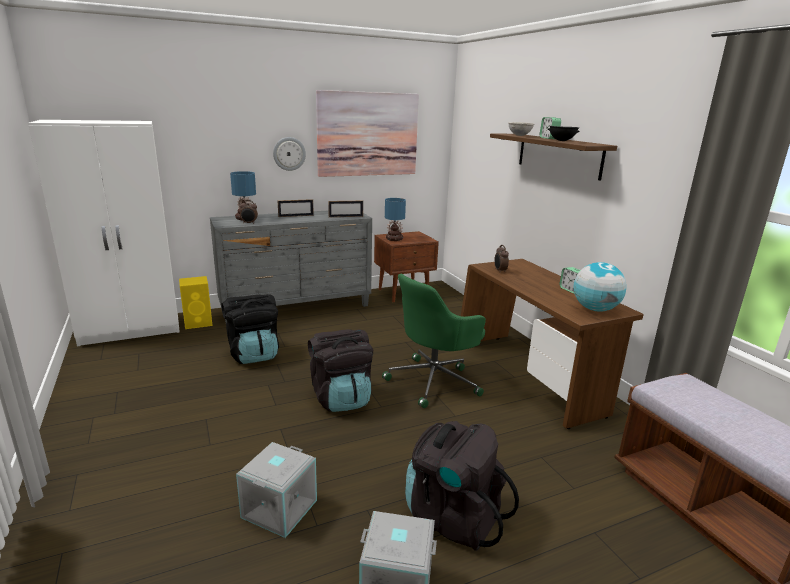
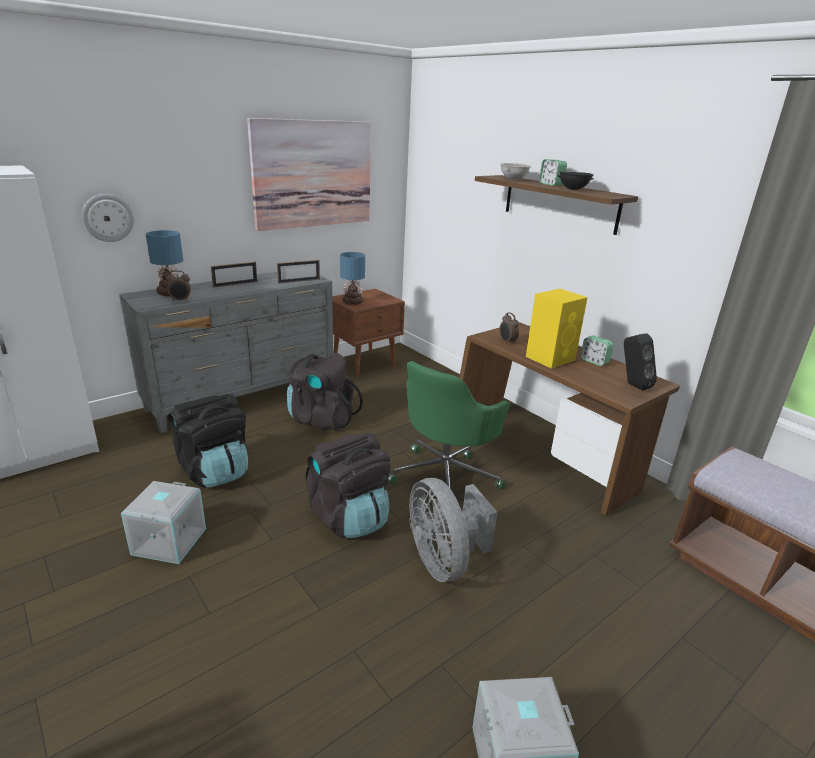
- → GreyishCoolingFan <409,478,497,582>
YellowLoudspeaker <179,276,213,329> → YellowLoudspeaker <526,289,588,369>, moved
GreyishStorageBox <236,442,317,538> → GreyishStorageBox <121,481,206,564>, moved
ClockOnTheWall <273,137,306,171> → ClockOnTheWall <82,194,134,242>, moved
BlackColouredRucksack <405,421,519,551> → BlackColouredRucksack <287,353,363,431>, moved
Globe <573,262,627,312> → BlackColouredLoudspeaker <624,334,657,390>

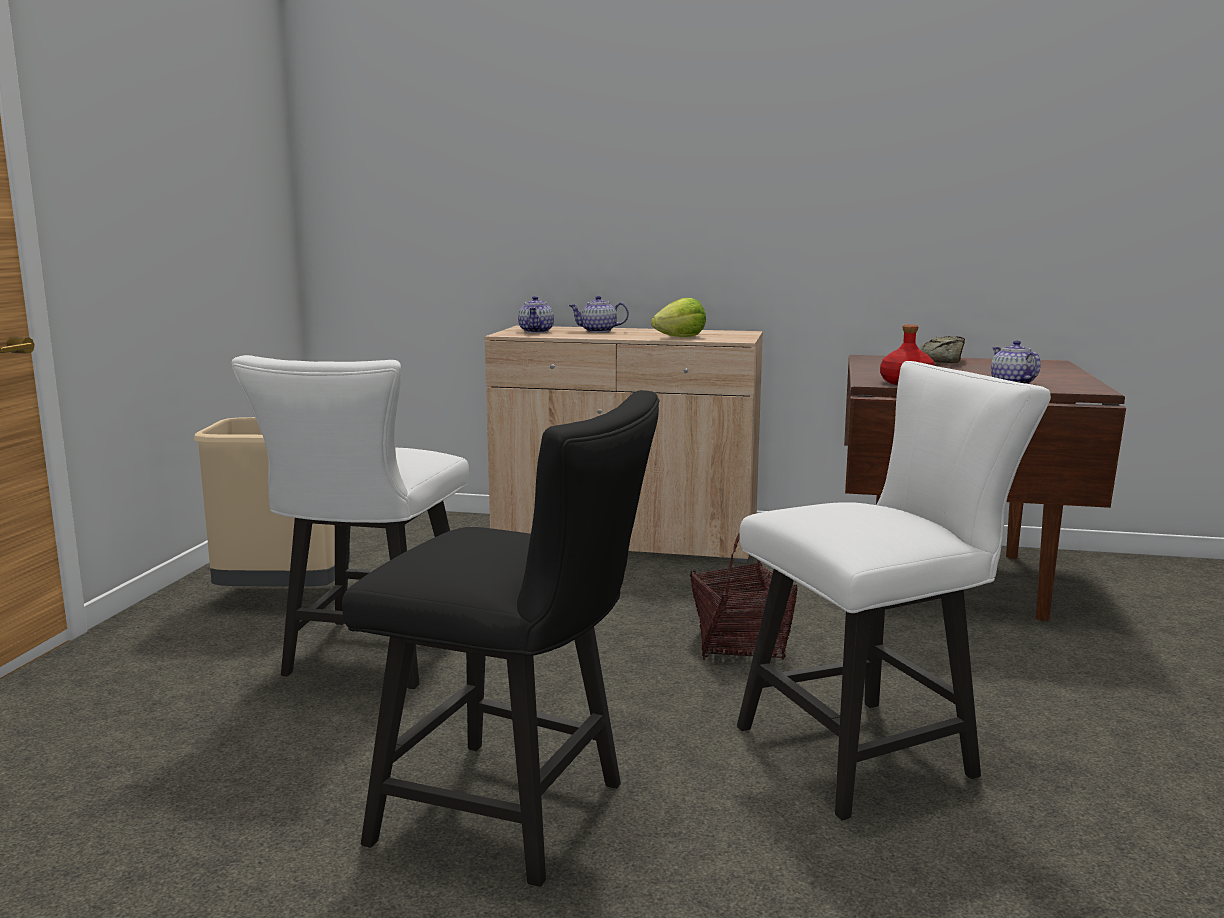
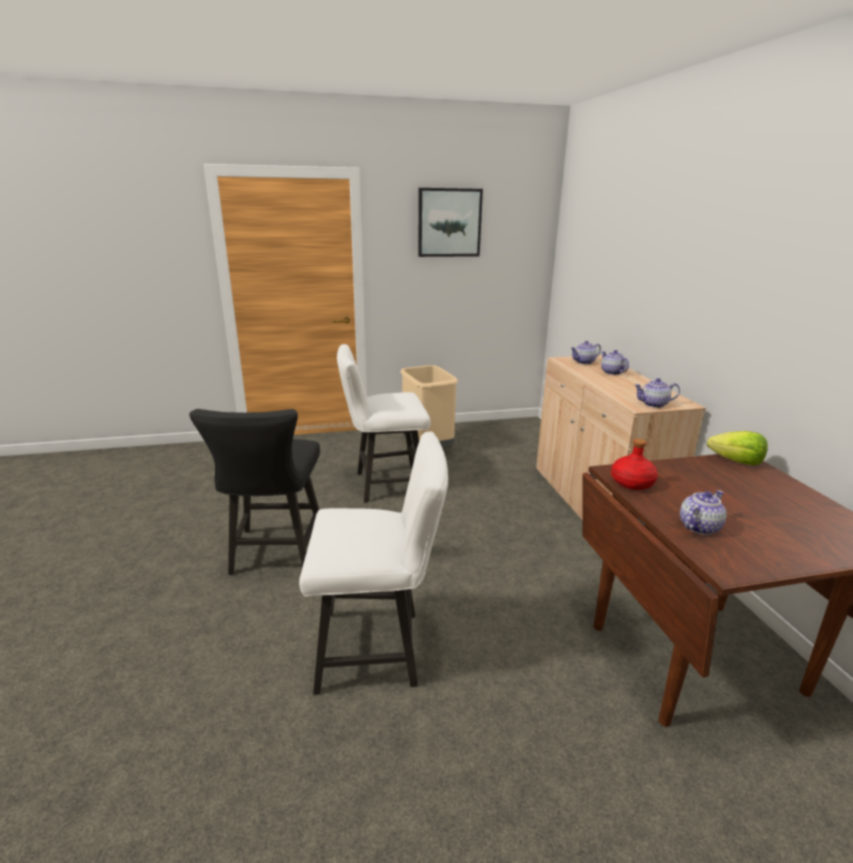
Basket <690,534,798,660> → -
BakeryBread <919,336,965,363> → -
- → WallPicture <418,188,483,257>
- → TeaPot <634,378,680,408>
HeadOfLettuce <651,298,706,337> → HeadOfLettuce <707,431,768,466>, moved
WhitePlainChair <737,361,1051,821> → WhitePlainChair <299,432,448,695>, 45 degrees counterclockwise

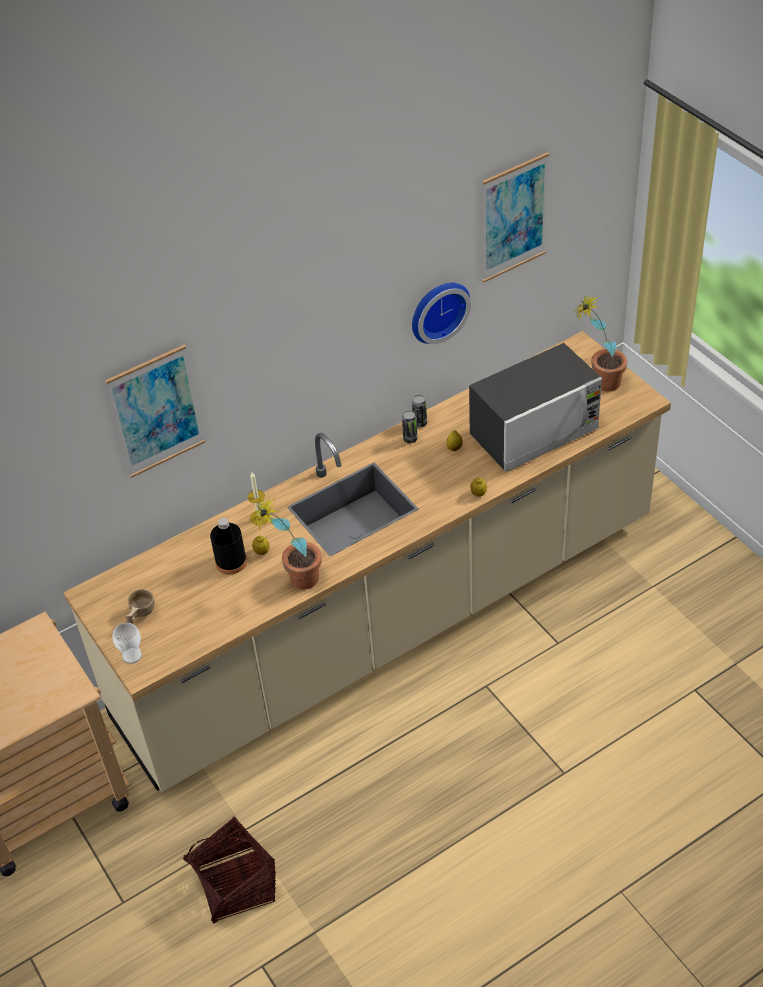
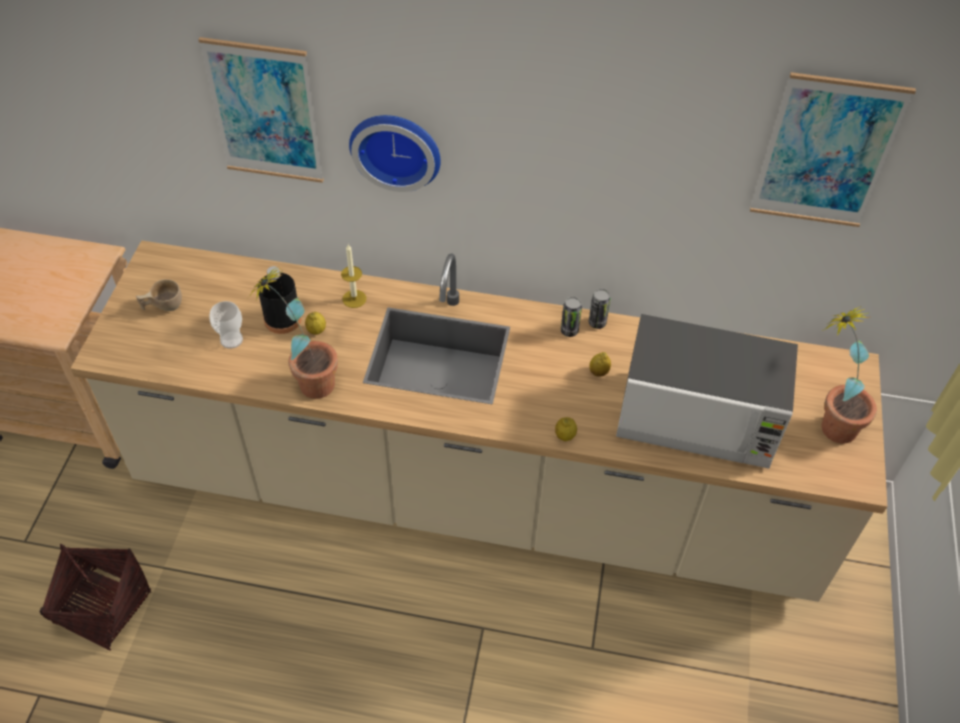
Cup <112,623,142,664> → Cup <209,301,243,349>, moved
ClockOnTheWall <412,283,471,344> → ClockOnTheWall <349,115,441,192>, moved

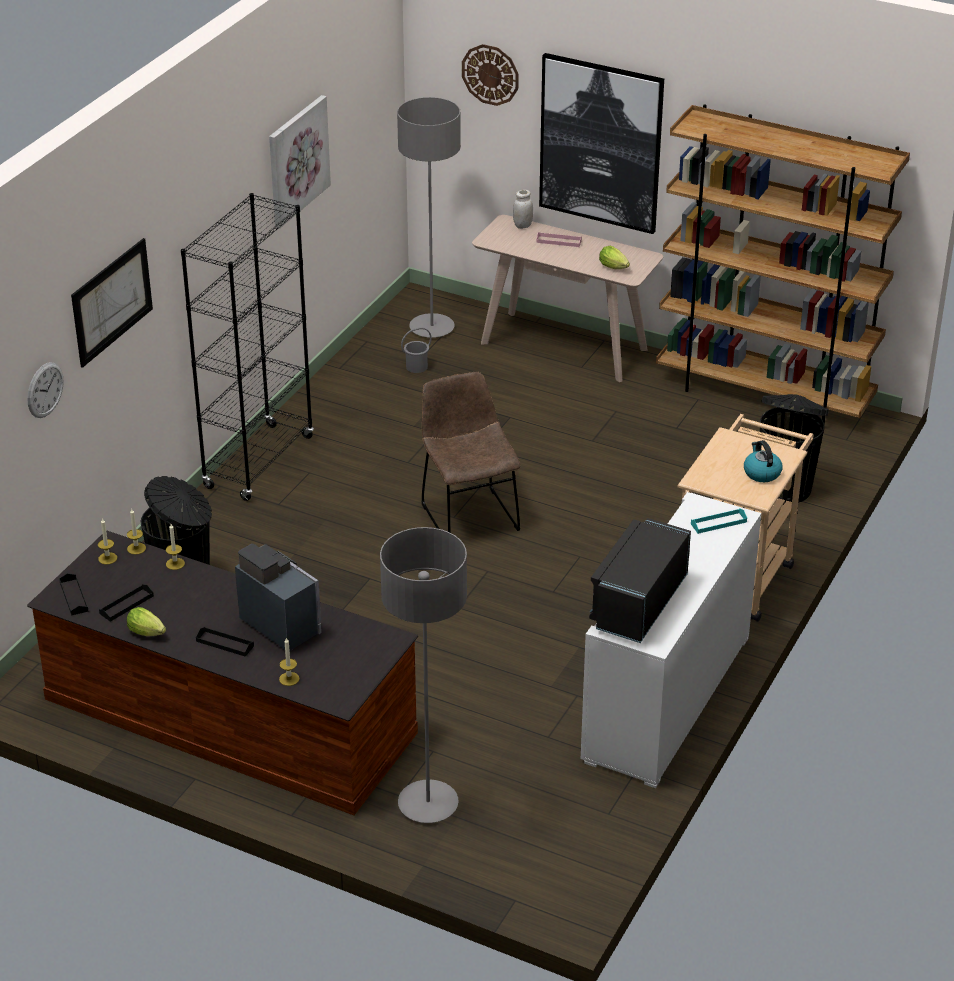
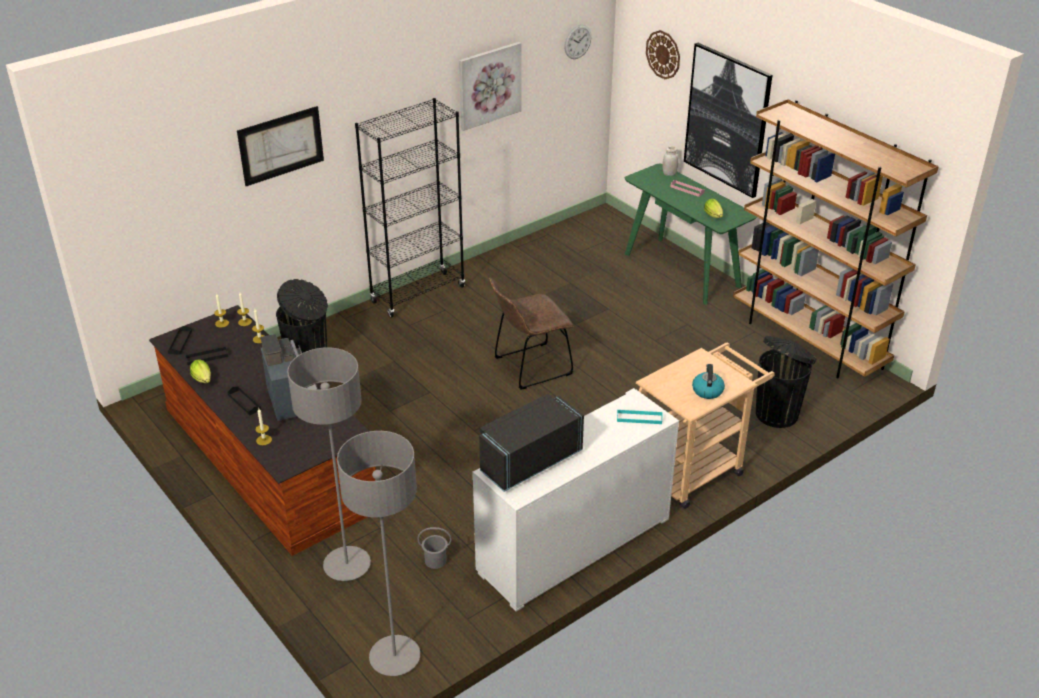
ClockOnTheWall <27,362,64,418> → ClockOnTheWall <564,25,591,59>, moved
GreyishStandingLamp <397,97,461,338> → GreyishStandingLamp <337,431,420,676>, moved
GreyishPail <401,327,432,373> → GreyishPail <417,527,451,569>, moved
BeigeColouredConsoleTable <472,215,663,382> → GreenColouredConsoleTable <624,164,757,305>
BrownishPlainChair <421,372,521,533> → BrownishPlainChair <489,278,573,390>, 120 degrees counterclockwise

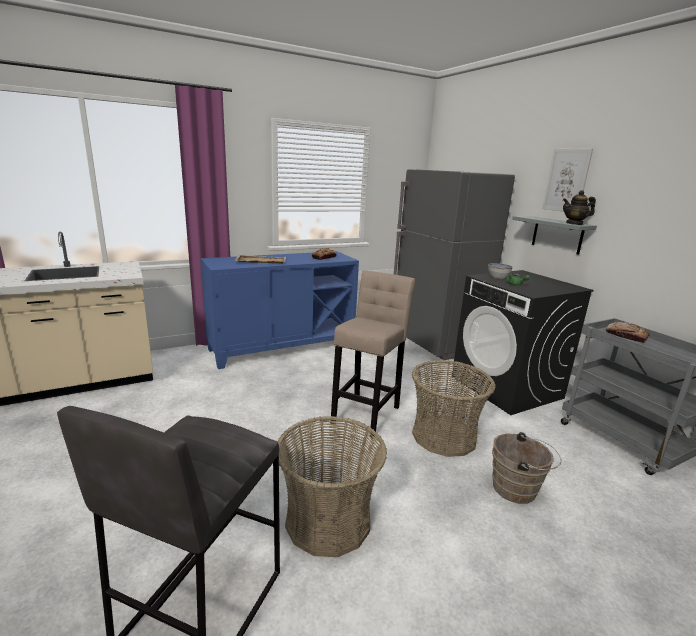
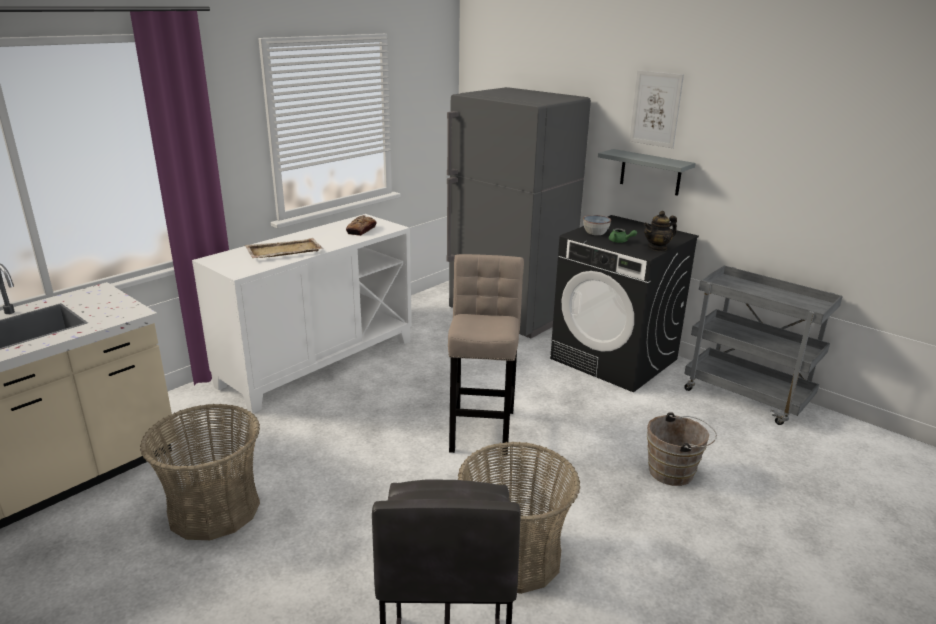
BakeryBread <606,322,650,343> → -
Basket <412,360,496,457> → Basket <140,404,260,540>, moved
TeaPot <563,190,596,225> → TeaPot <644,211,677,251>, moved
BlueCupboard <201,251,359,369> → WhiteCupboard <192,214,412,413>

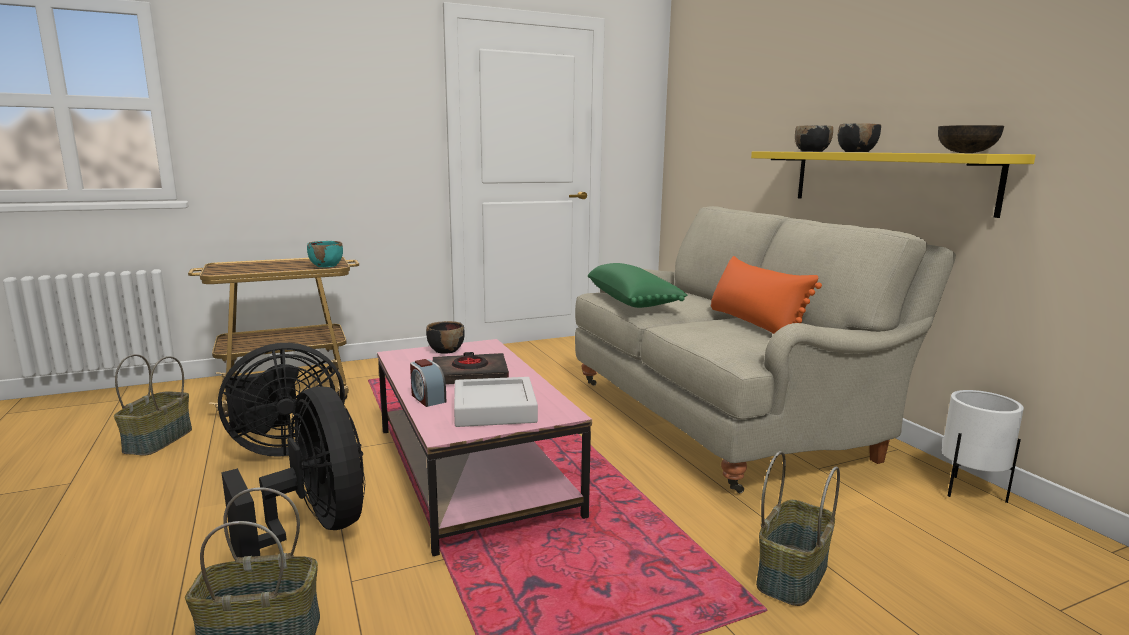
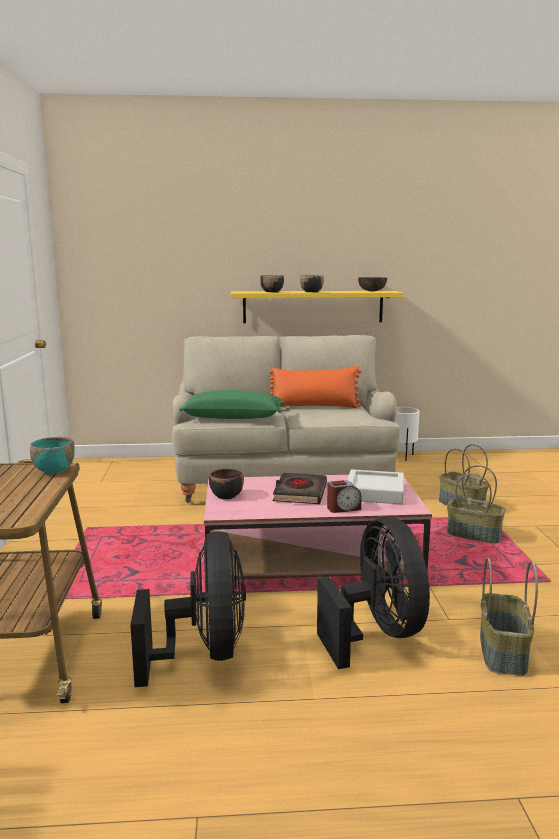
Basket <114,354,192,456> → Basket <447,465,506,544>, moved
BlackColouredCoolingFan <221,386,365,557> → BlackColouredCoolingFan <317,517,430,669>, 90 degrees clockwise

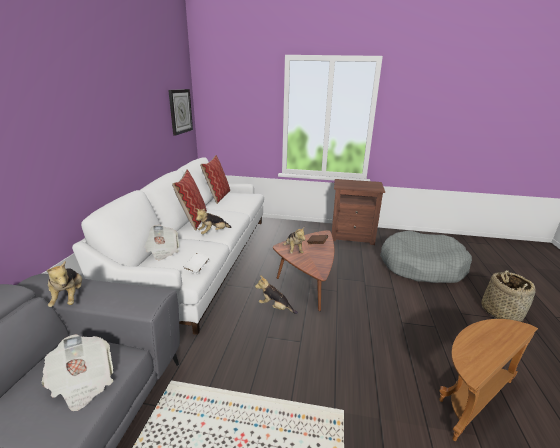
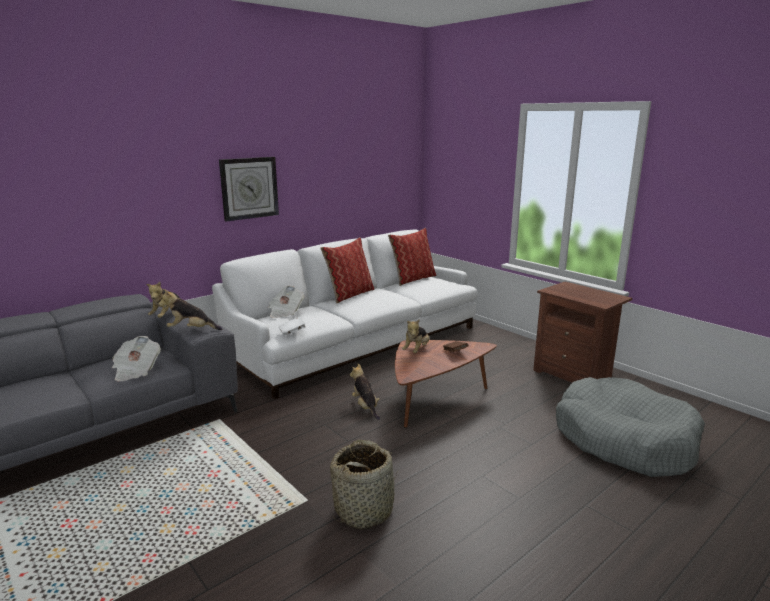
BrownishSideTable <439,319,538,441> → -
ClockOnTheWall <168,89,193,136> → ClockOnTheWall <219,157,279,222>, moved
SoftToy <195,208,231,234> → SoftToy <158,289,222,330>, moved
Basket <481,270,536,322> → Basket <330,440,399,529>, moved

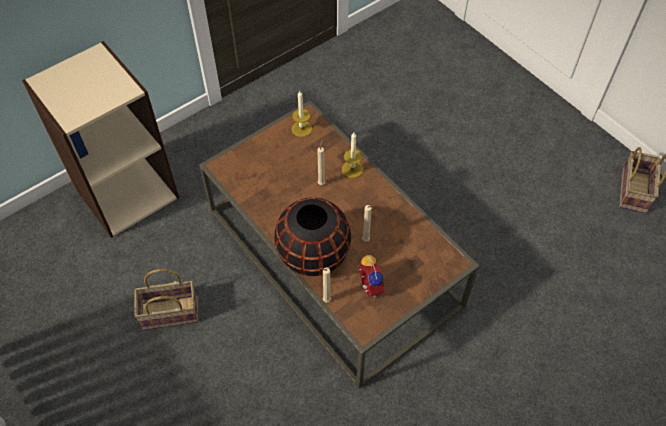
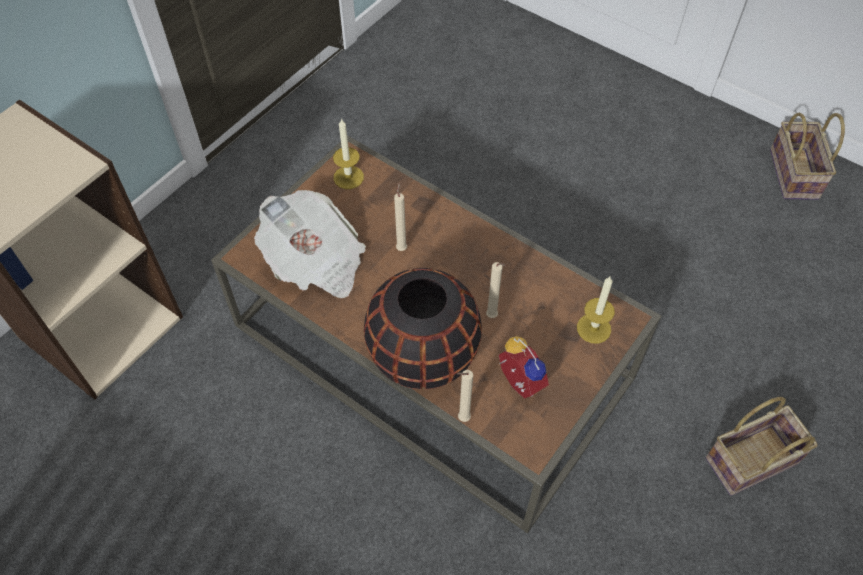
- → PrintedPaper <254,190,366,298>
Basket <134,269,198,330> → Basket <706,397,818,496>, moved
WaxCandle <342,132,363,178> → WaxCandle <577,277,615,344>, moved

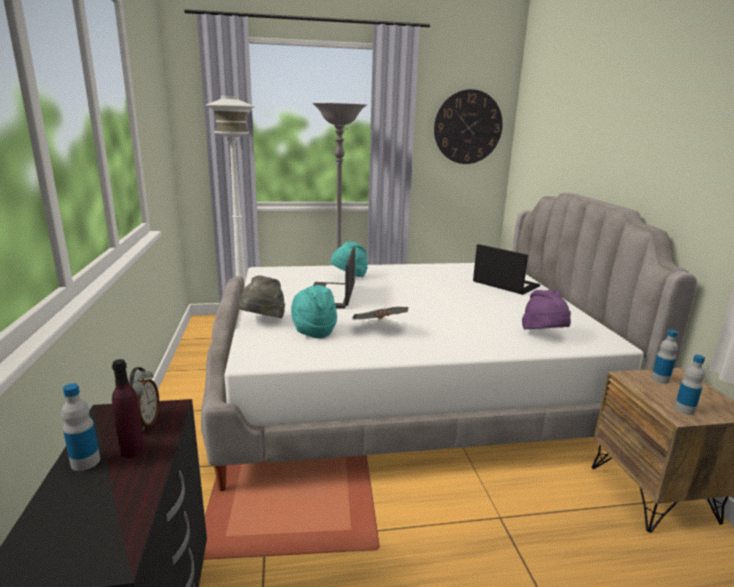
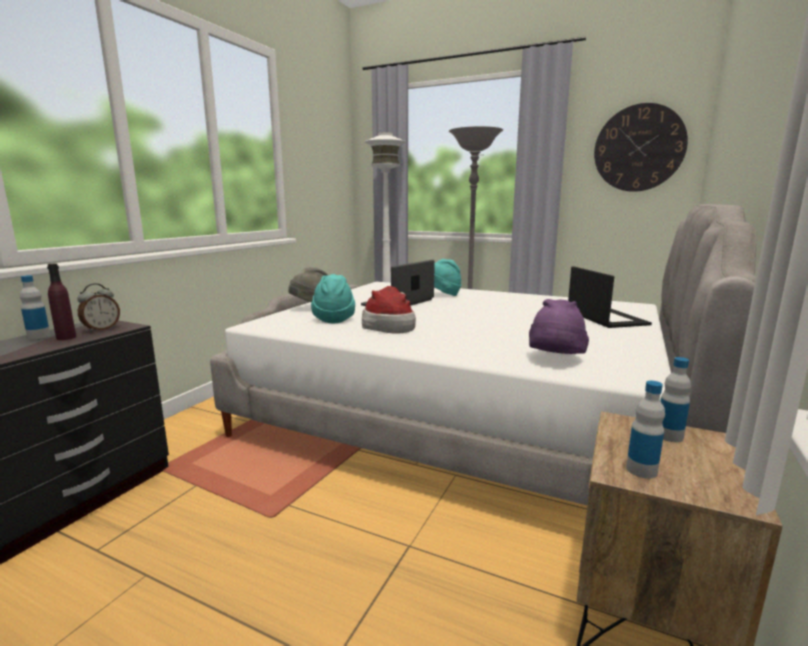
PrintedPaper <352,307,409,320> → WearableHat <362,286,416,334>

